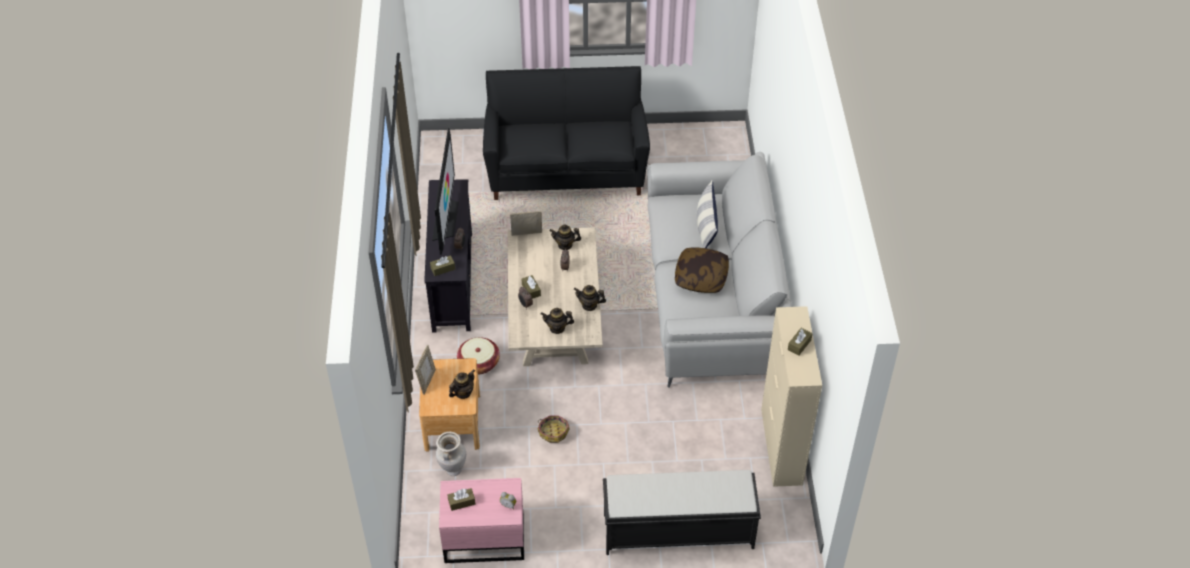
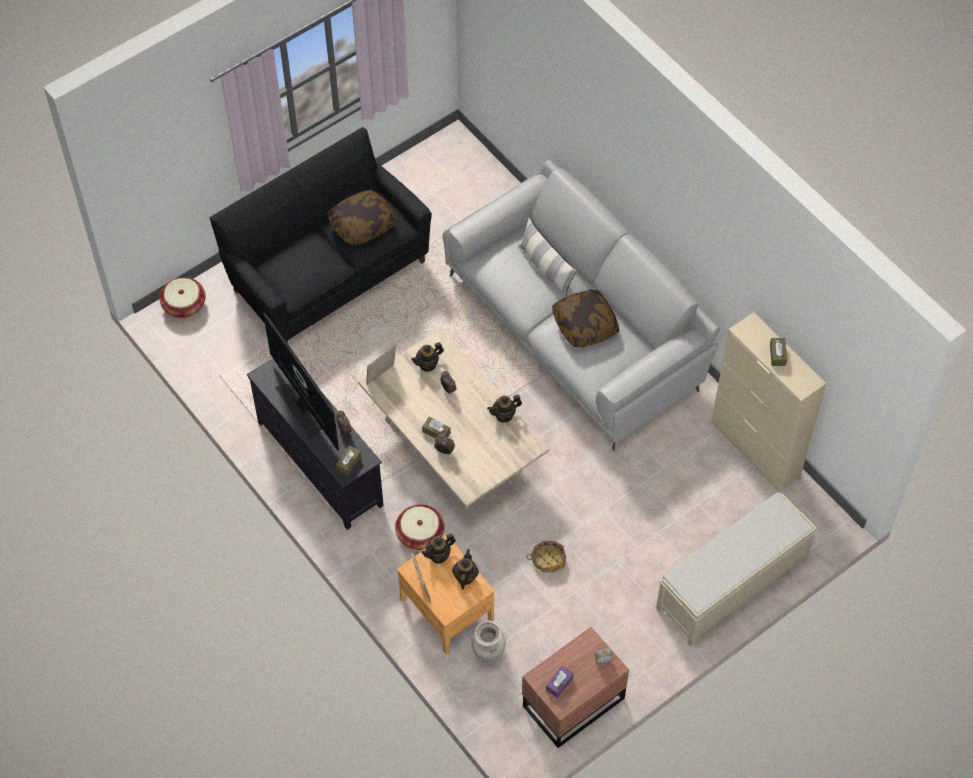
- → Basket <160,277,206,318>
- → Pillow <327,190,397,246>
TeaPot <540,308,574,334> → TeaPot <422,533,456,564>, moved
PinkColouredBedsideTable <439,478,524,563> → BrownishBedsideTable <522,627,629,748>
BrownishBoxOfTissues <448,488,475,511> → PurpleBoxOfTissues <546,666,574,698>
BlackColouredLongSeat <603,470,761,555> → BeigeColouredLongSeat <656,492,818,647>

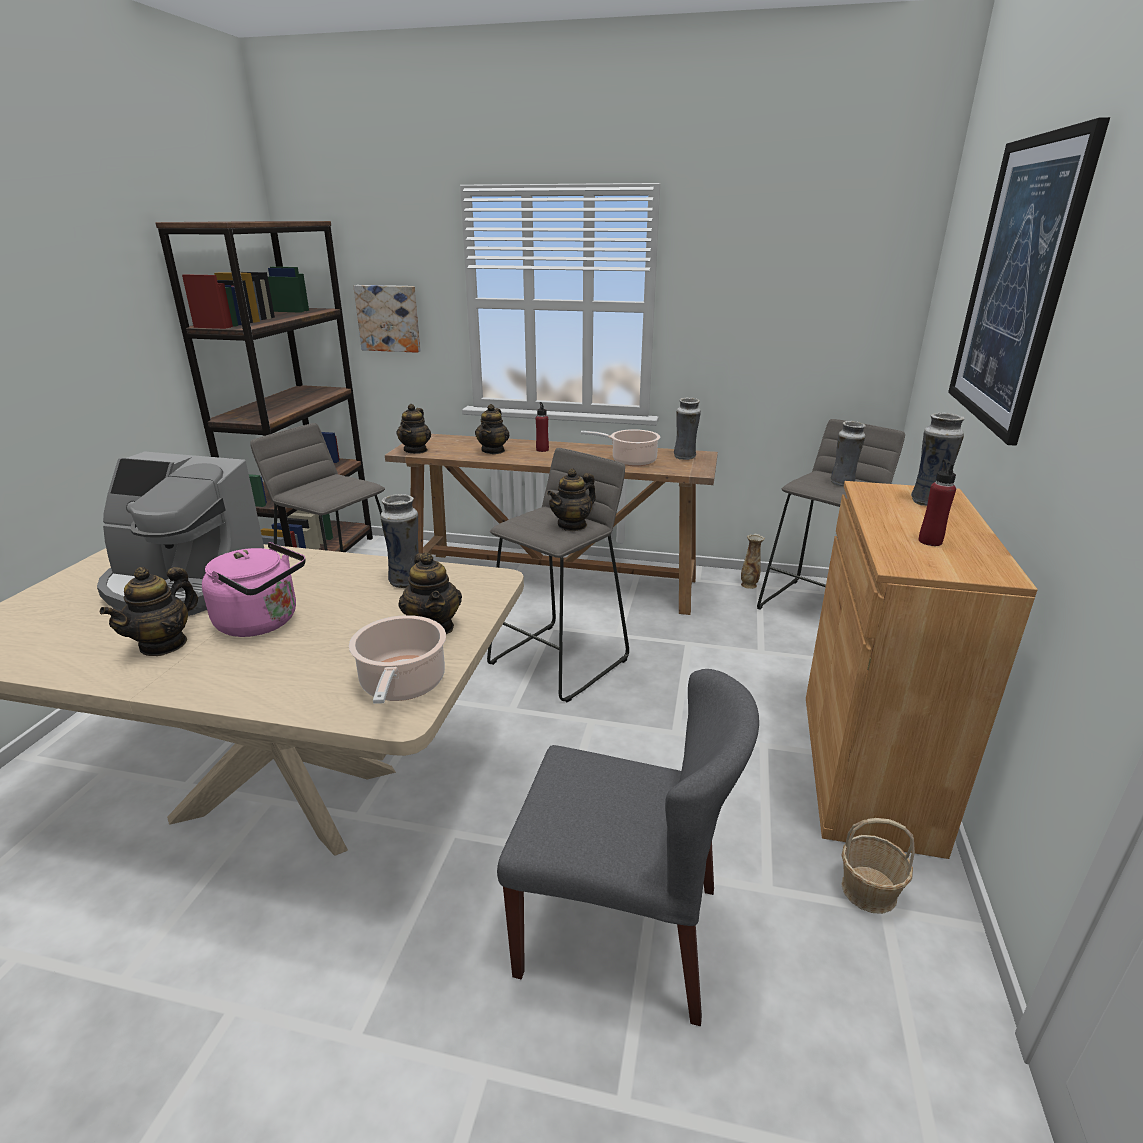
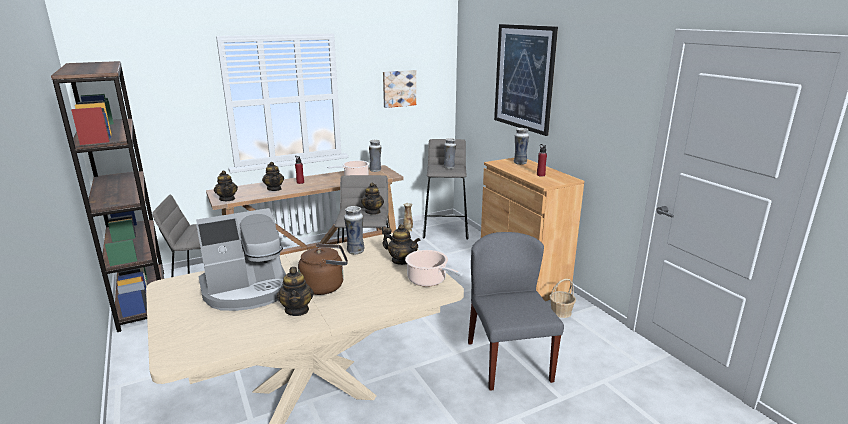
WallPicture <353,285,421,353> → WallPicture <383,70,416,108>, moved
PinkColouredWaterKettle <202,542,306,637> → BrownishWaterKettle <298,243,348,295>
GreyishPlainChair <497,669,759,1026> → GreyishPlainChair <468,232,564,391>, 75 degrees counterclockwise

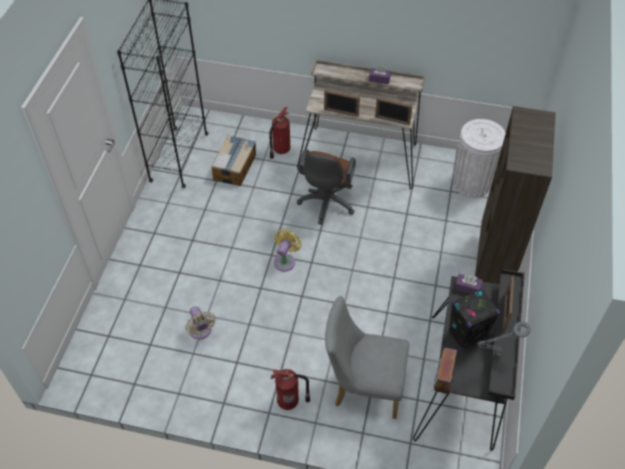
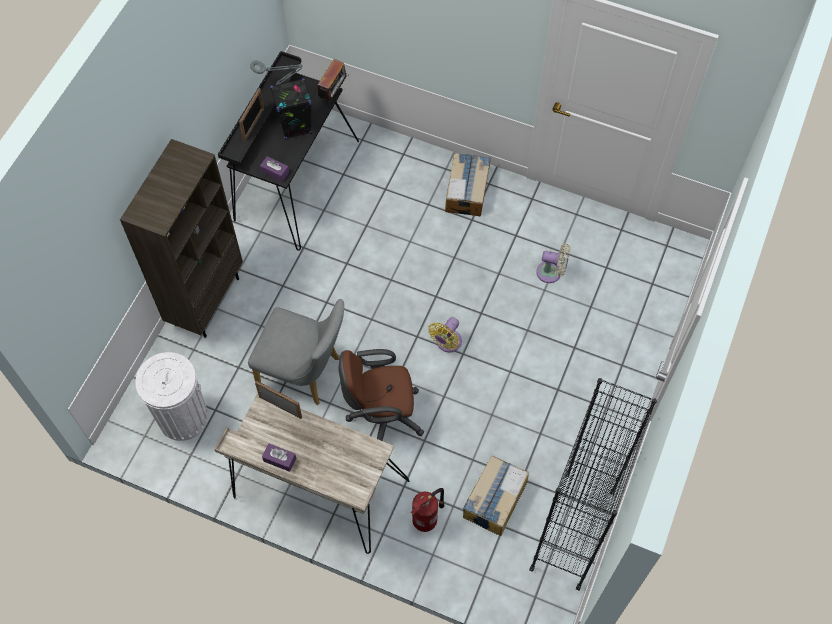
PictureFrame <324,90,360,117> → -
GreyishPlainChair <325,296,409,419> → GreyishPlainChair <248,299,344,405>, moved
FireExtinguisher <271,369,310,410> → CardboardBox <445,153,491,216>
BeigeColouredCoolingFan <185,306,216,339> → BeigeColouredCoolingFan <536,243,570,283>, 120 degrees clockwise
BrownishOfficeChair <297,149,356,225> → BrownishOfficeChair <339,349,424,441>, 120 degrees counterclockwise

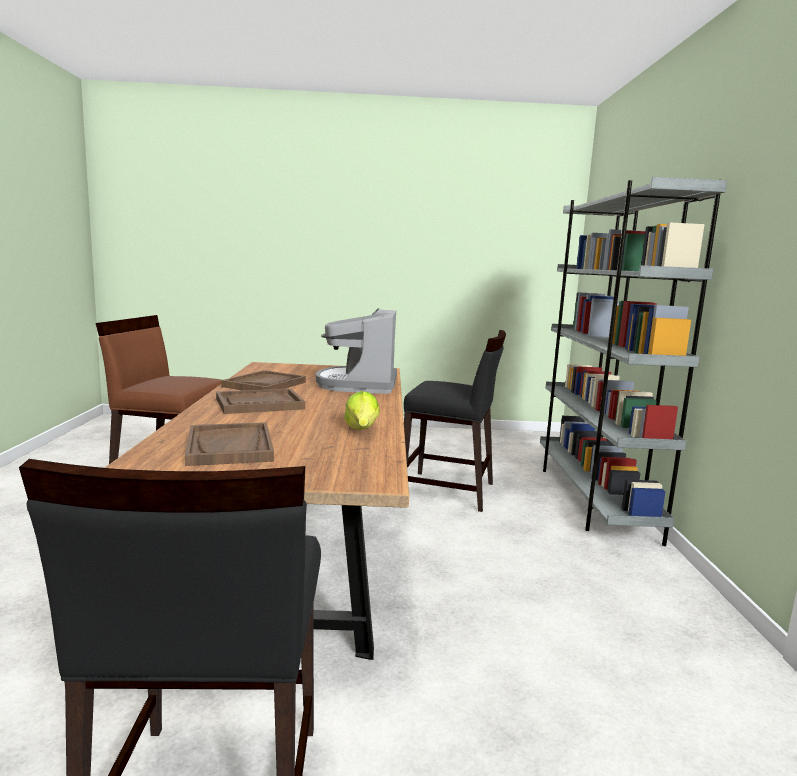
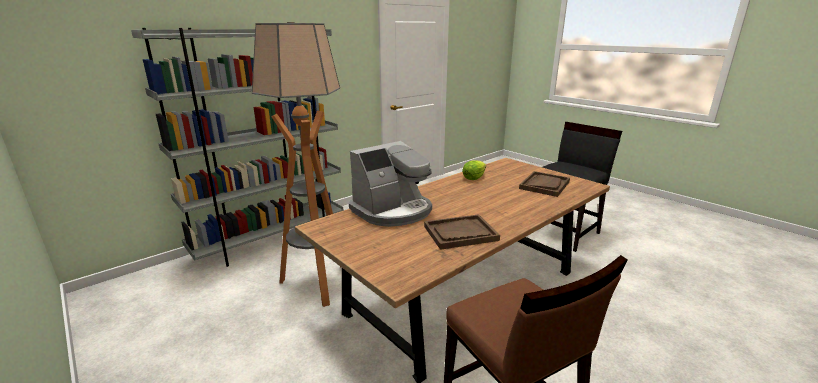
BrownishTray <216,388,305,414> → -
BlackColouredPlainChair <404,330,506,512> → StandingLamp <252,22,342,307>

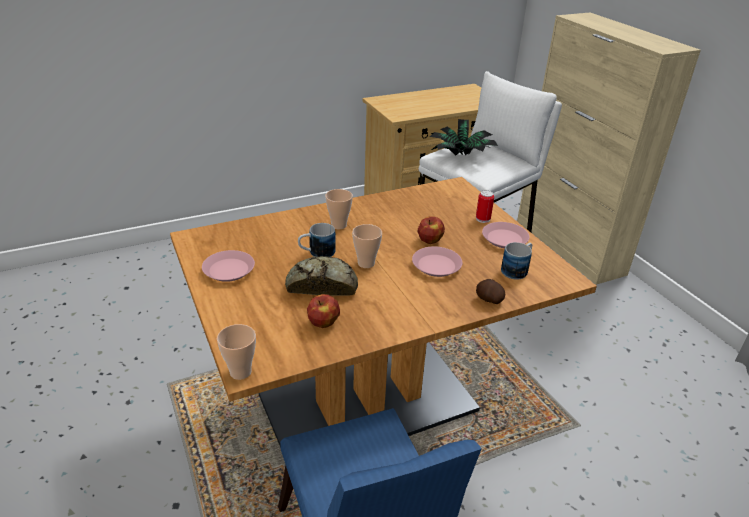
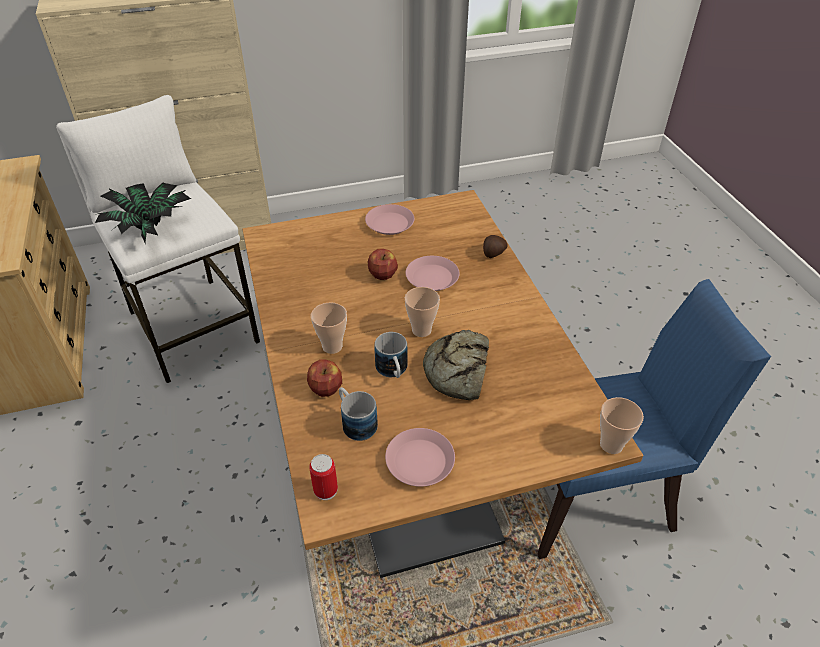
AppleFruit <307,294,340,328> → AppleFruit <307,359,342,397>, moved
MetalCan <476,190,494,223> → MetalCan <309,454,338,500>, moved
Mug <501,242,532,280> → Mug <339,387,378,441>, moved

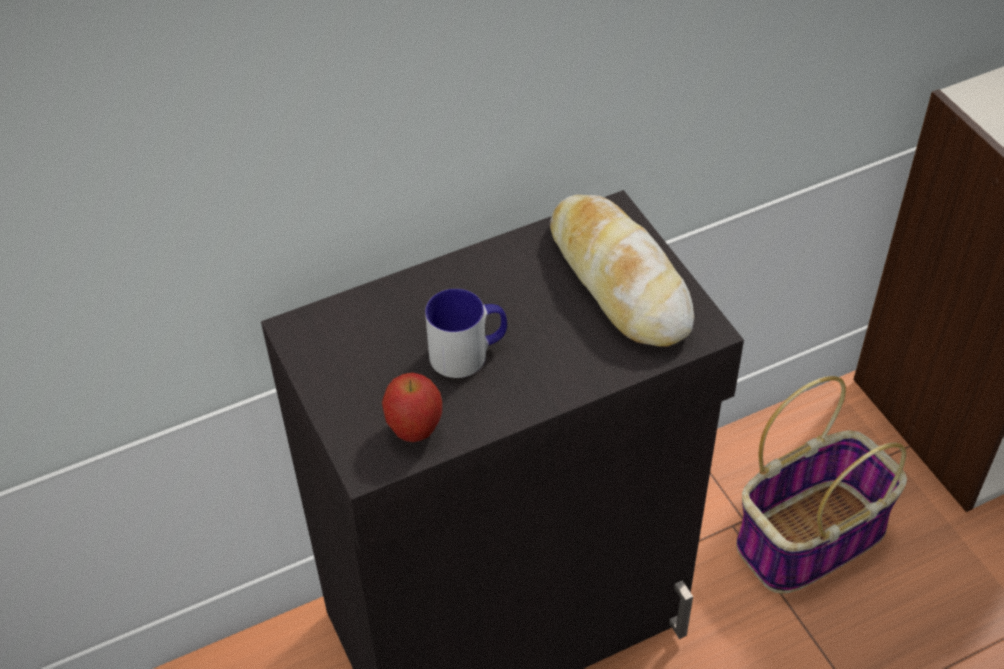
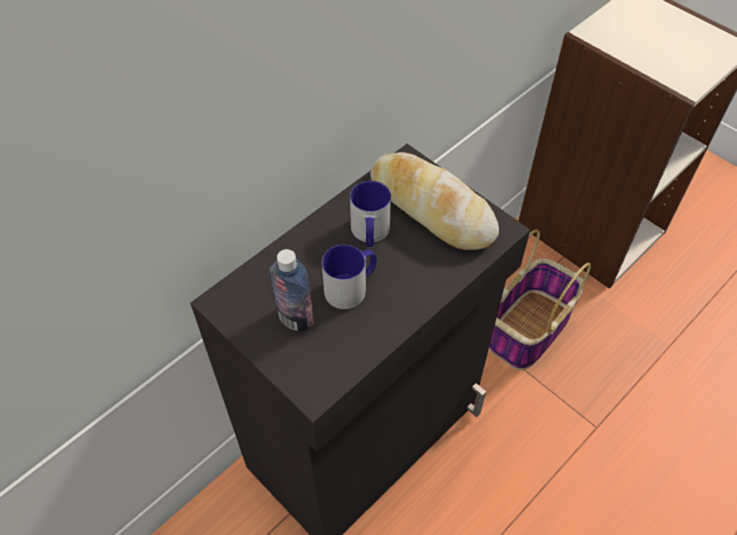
AppleFruit <382,373,442,442> → -
- → Bottle <270,249,314,332>
- → Mug <350,181,391,247>

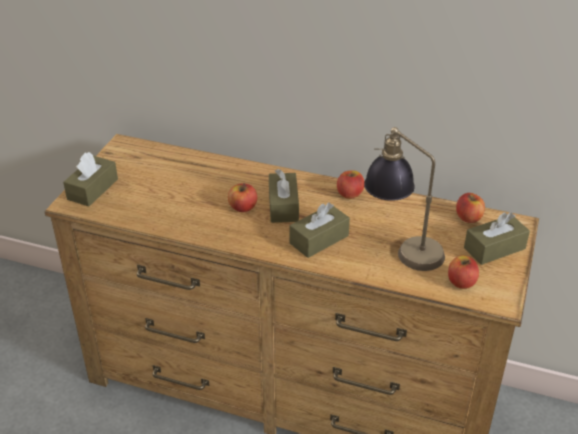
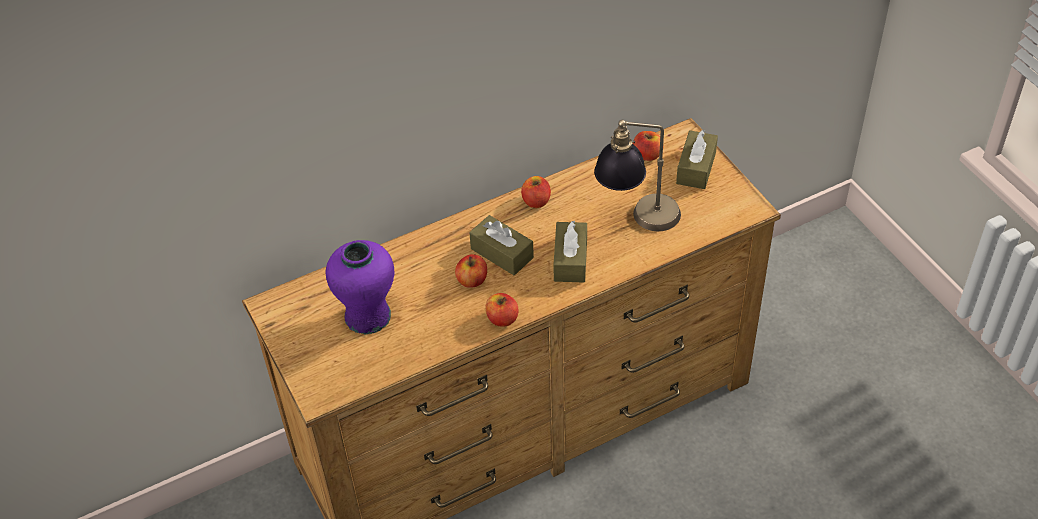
BrownishBoxOfTissues <63,152,118,207> → -
- → PurpleVase <326,240,394,334>
AppleFruit <448,255,479,289> → AppleFruit <486,293,518,327>, moved

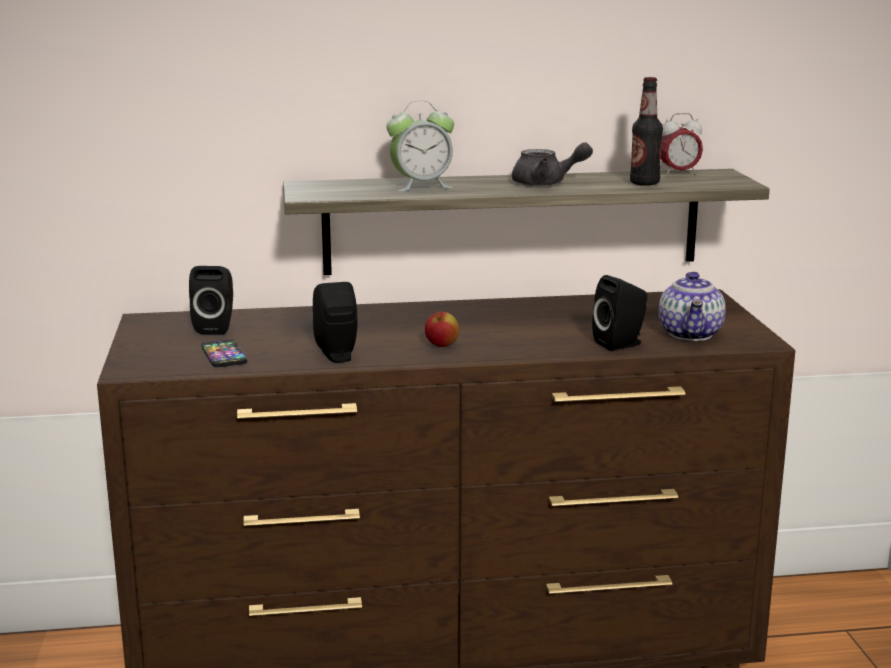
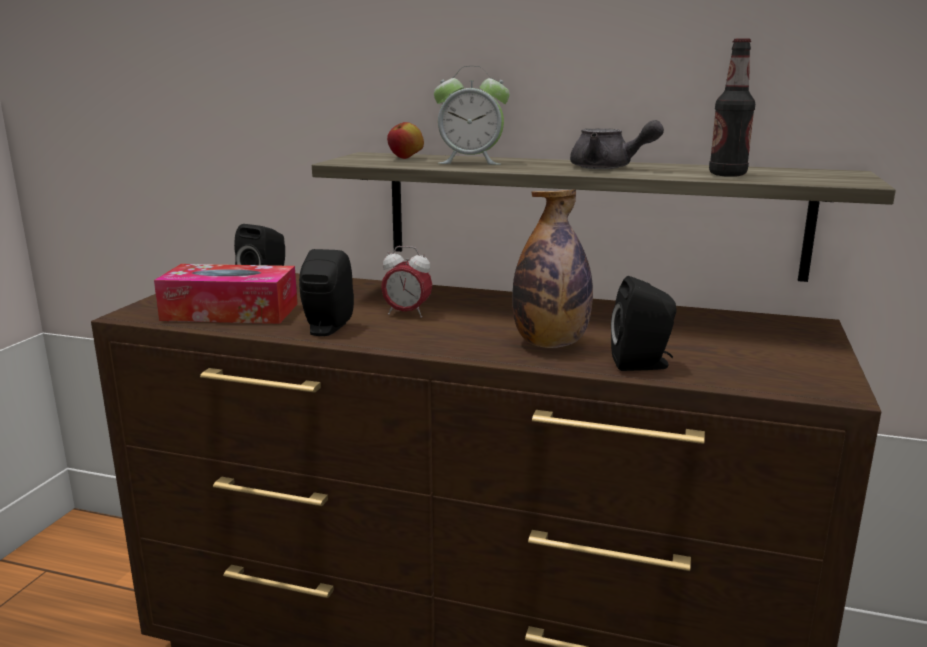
TeaPot <659,272,726,341> → -
- → Bottle <512,189,593,348>
AppleFruit <425,312,460,347> → AppleFruit <387,122,424,159>, moved
TableClock <661,113,703,175> → TableClock <381,246,432,318>, moved
Phone <201,339,247,367> → BoxOfTissues <154,264,298,324>

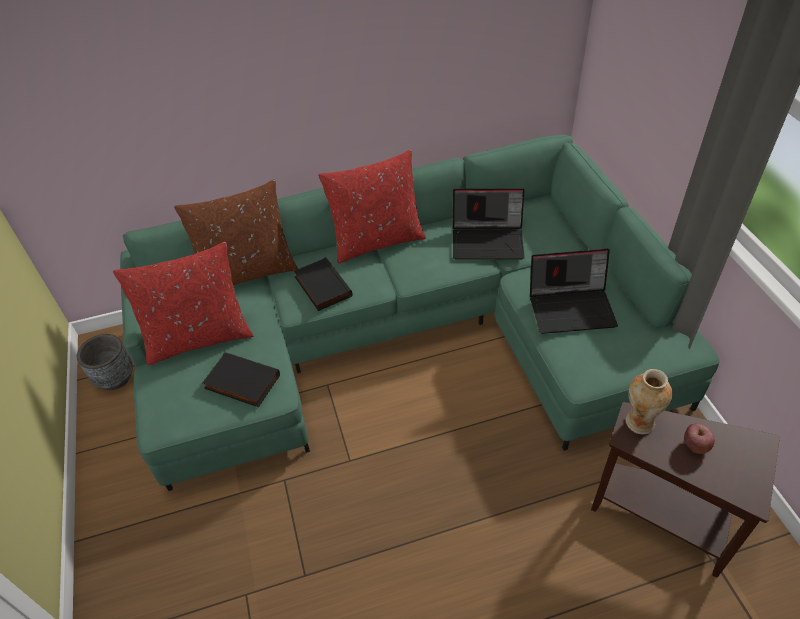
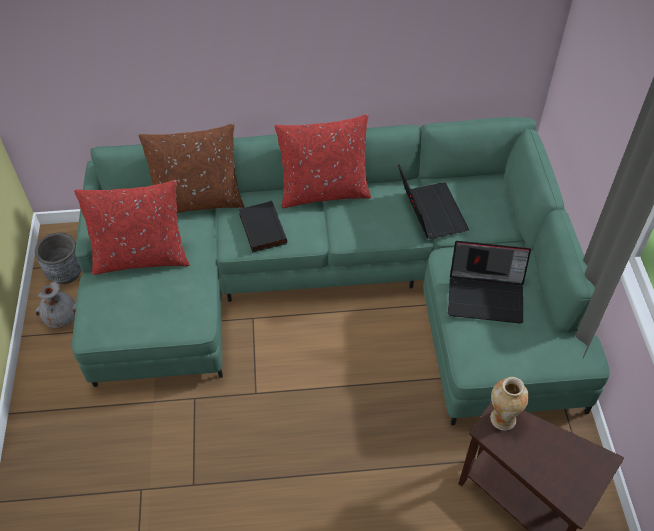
BlackColouredBoundBook <202,352,280,407> → -
AppleFruit <684,424,715,454> → -
- → GreyishVase <35,281,76,328>
PortableComputer <453,188,525,260> → PortableComputer <398,164,469,239>, 120 degrees counterclockwise

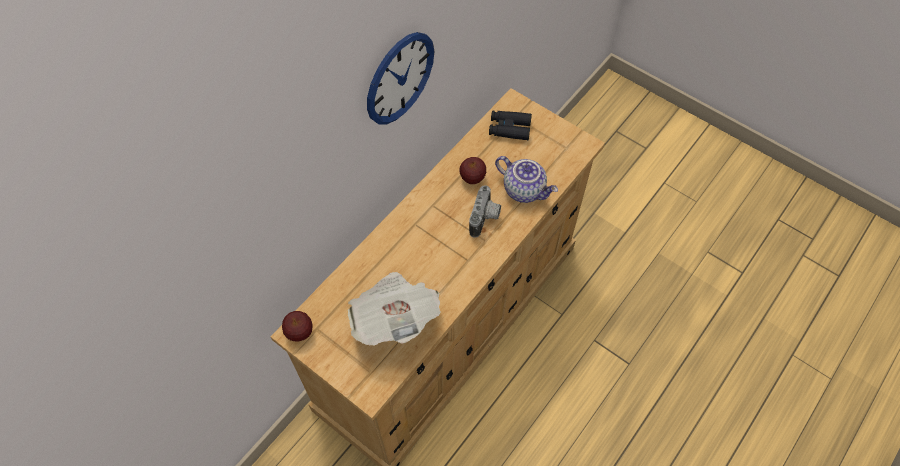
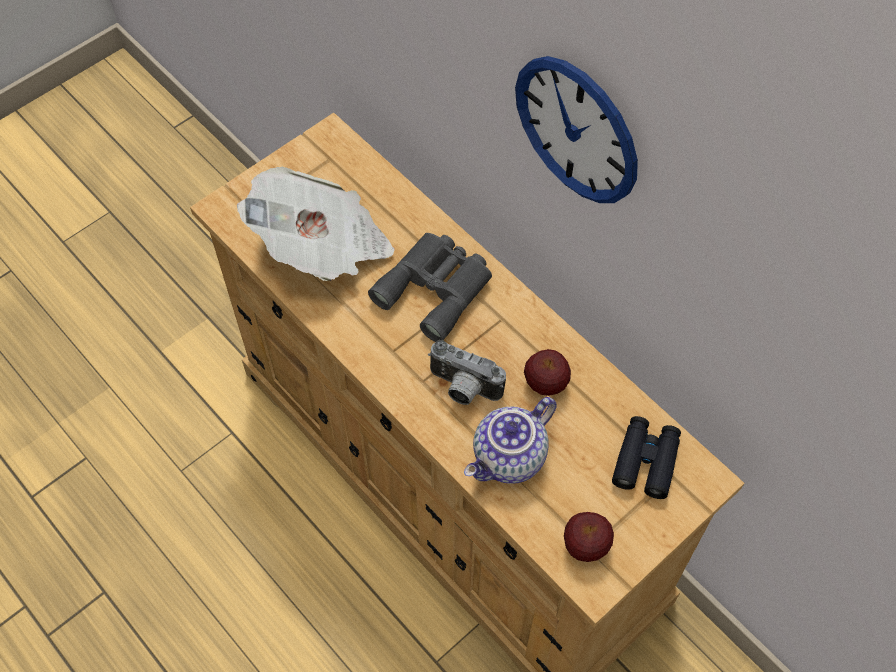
- → GreyishPairOfBinoculars <368,233,492,342>
AppleFruit <282,311,313,341> → AppleFruit <564,512,614,562>, moved

